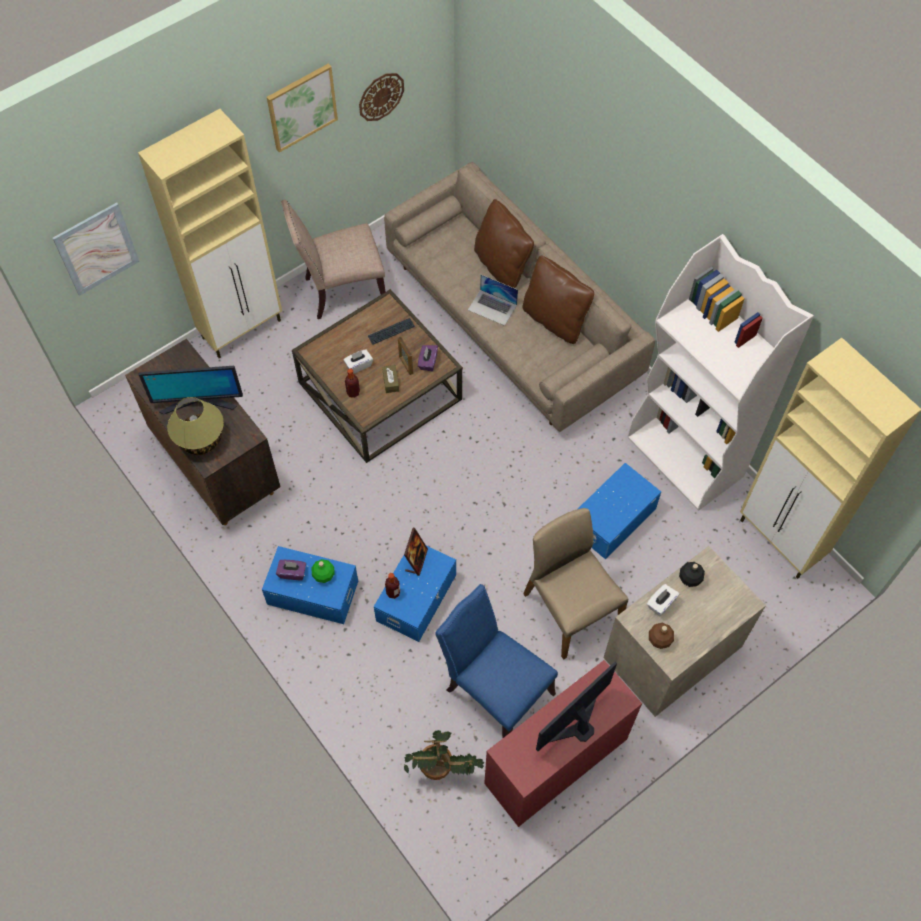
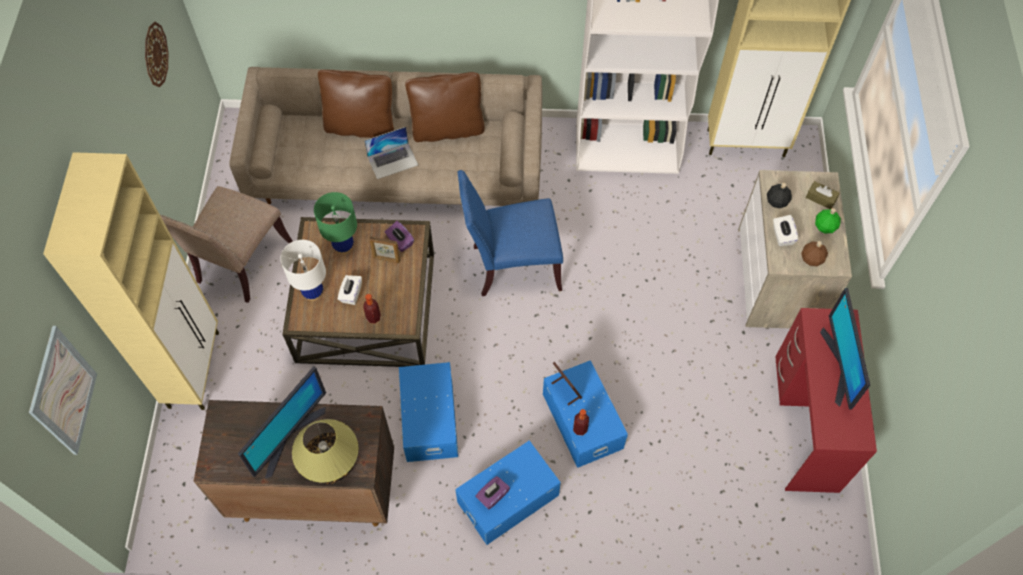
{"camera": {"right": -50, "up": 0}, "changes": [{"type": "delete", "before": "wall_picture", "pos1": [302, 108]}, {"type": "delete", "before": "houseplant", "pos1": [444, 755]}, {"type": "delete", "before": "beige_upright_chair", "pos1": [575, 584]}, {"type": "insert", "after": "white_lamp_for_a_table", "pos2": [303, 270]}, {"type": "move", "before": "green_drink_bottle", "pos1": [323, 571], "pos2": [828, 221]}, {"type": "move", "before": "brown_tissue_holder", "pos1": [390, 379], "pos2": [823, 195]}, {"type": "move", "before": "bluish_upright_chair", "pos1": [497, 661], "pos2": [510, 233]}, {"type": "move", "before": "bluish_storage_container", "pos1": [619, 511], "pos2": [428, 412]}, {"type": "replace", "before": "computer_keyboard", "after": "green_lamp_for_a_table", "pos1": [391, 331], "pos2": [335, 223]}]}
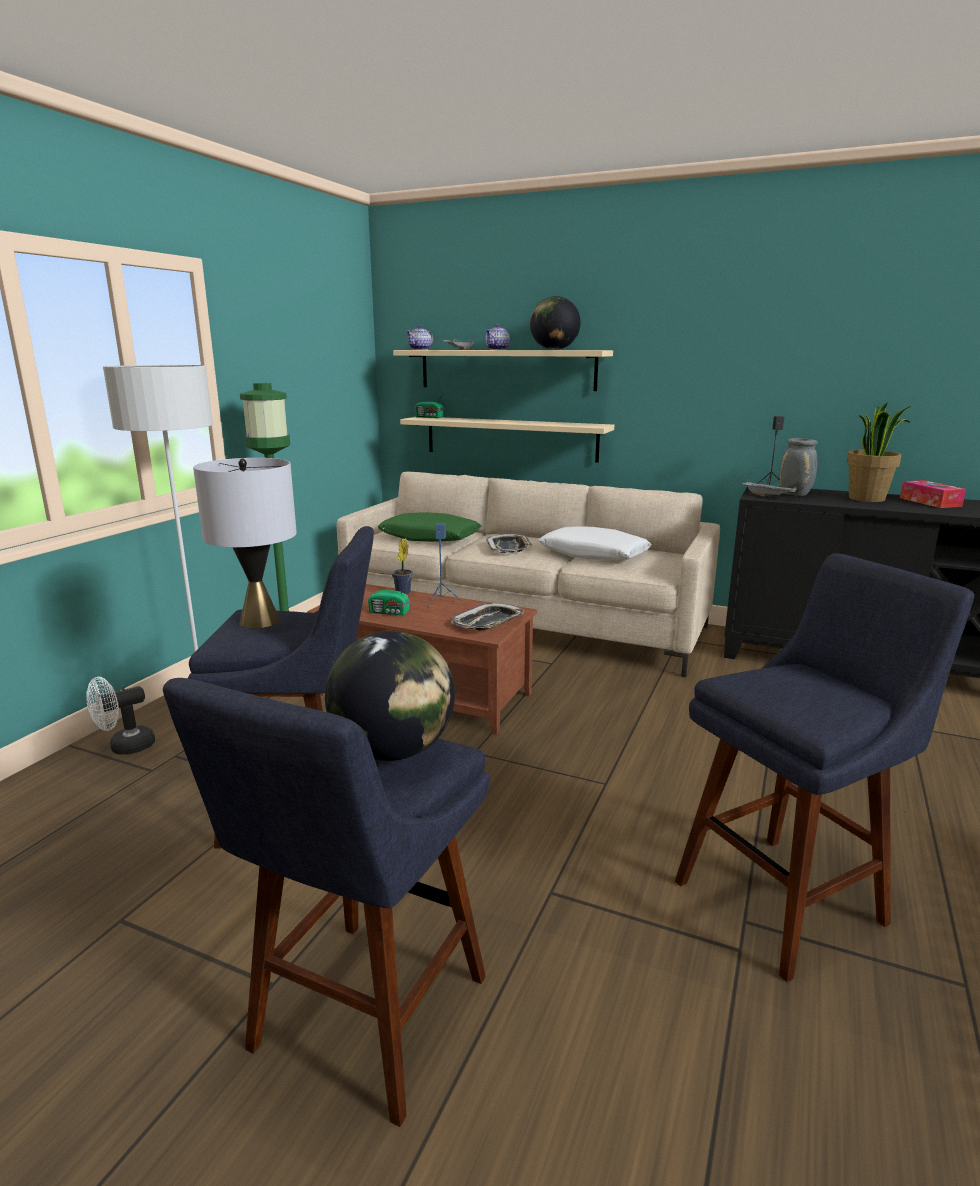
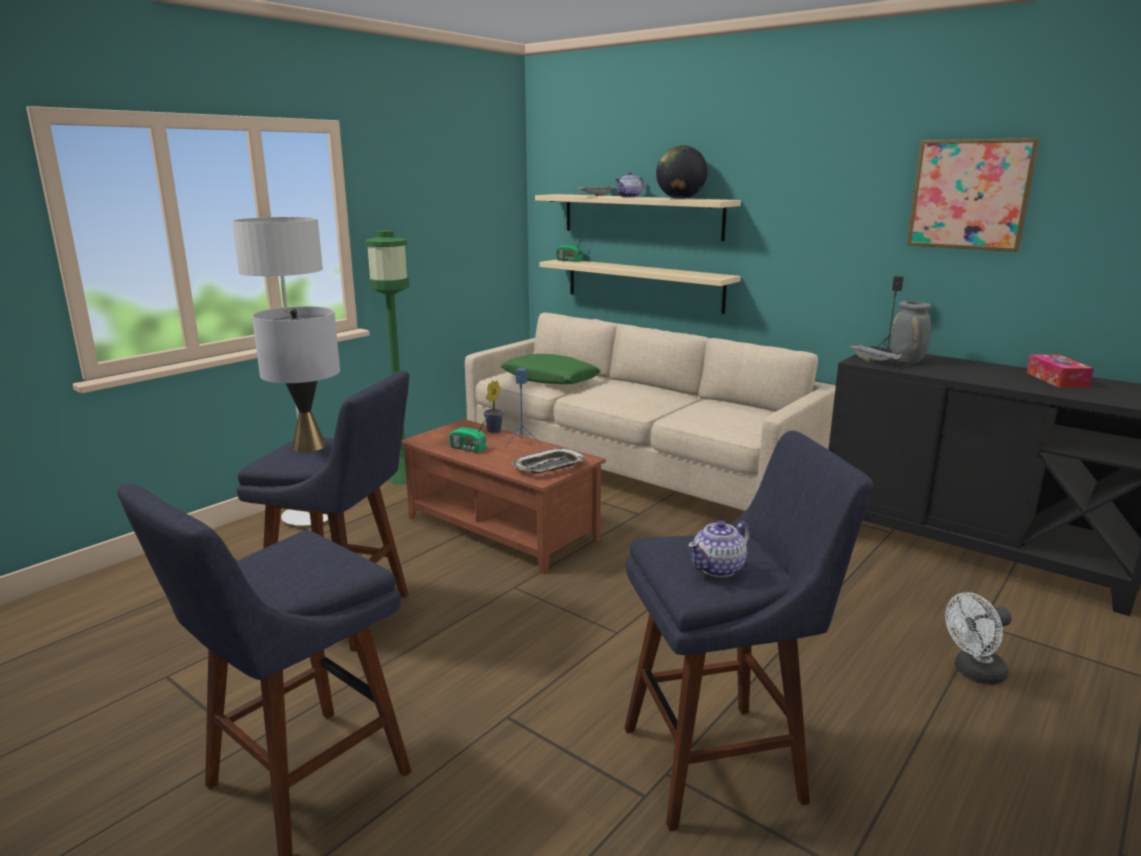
{"camera": {"right": 15, "up": 0}, "changes": [{"type": "delete", "before": "globe", "pos1": [390, 696]}, {"type": "delete", "before": "serving_tray", "pos1": [509, 543]}, {"type": "delete", "before": "white_throw_pillow", "pos1": [595, 543]}, {"type": "delete", "before": "houseplant", "pos1": [879, 452]}, {"type": "insert", "after": "wall_picture", "pos2": [973, 195]}, {"type": "move", "before": "white_fan", "pos1": [120, 716], "pos2": [978, 638]}, {"type": "move", "before": "tea_pot", "pos1": [419, 337], "pos2": [719, 549]}]}
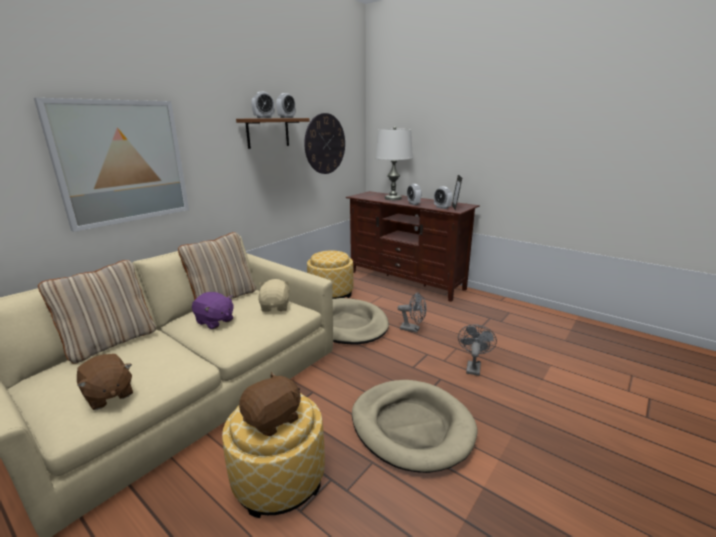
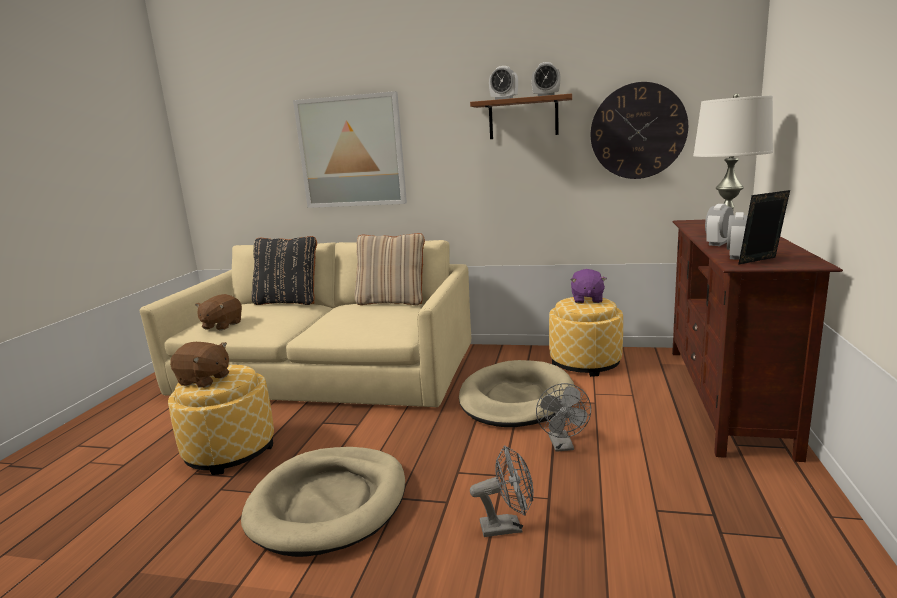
{"camera": {"right": 65, "up": -5}, "changes": [{"type": "delete", "before": "beige_cuddly_toy", "pos1": [274, 295]}, {"type": "move", "before": "purple-coloured_cuddly_toy", "pos1": [213, 310], "pos2": [589, 286]}, {"type": "recolor", "before": "beige_throw_pillow", "after": "blackish_throw_pillow", "pos1": [97, 312], "pos2": [284, 270]}]}
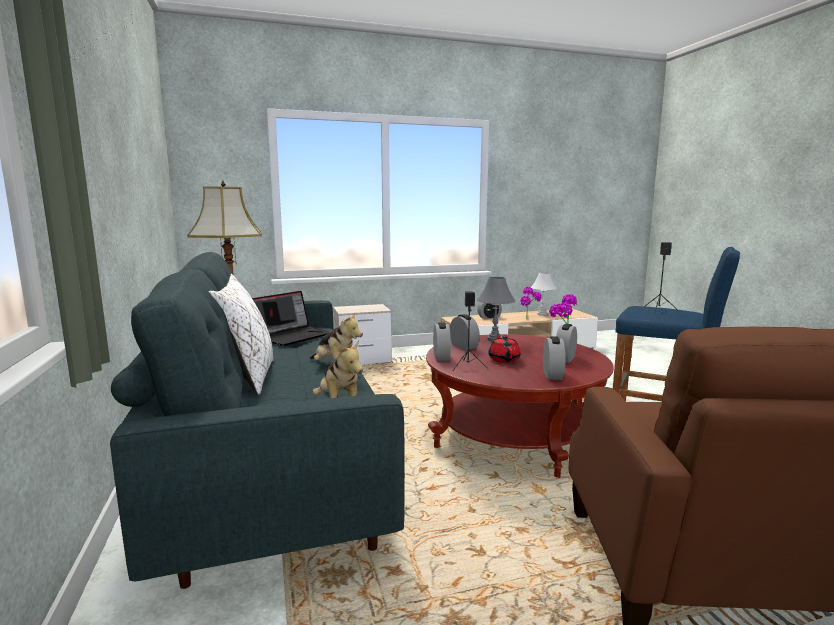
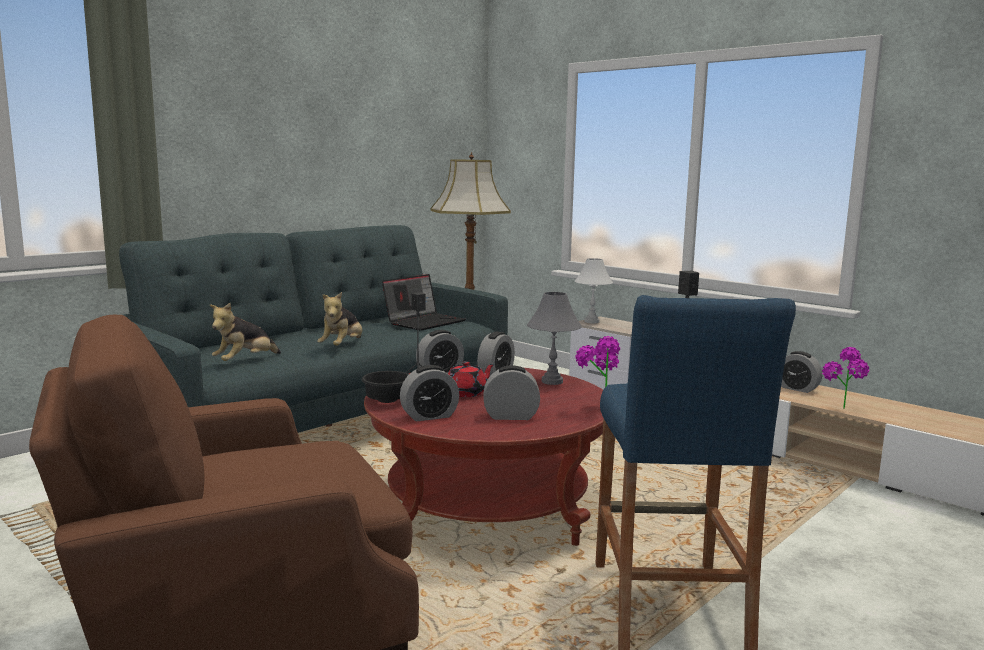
{"camera": {"right": 60, "up": 0}, "changes": [{"type": "delete", "before": "white_throw_pillow", "pos1": [241, 334]}, {"type": "insert", "after": "blackish_deep_dish", "pos2": [385, 387]}, {"type": "move", "before": "white_lamp_for_a_table", "pos1": [544, 294], "pos2": [594, 290]}, {"type": "rotate", "before": "portable_computer", "pos1": [291, 318], "pos2": [424, 302], "turn": -60}]}
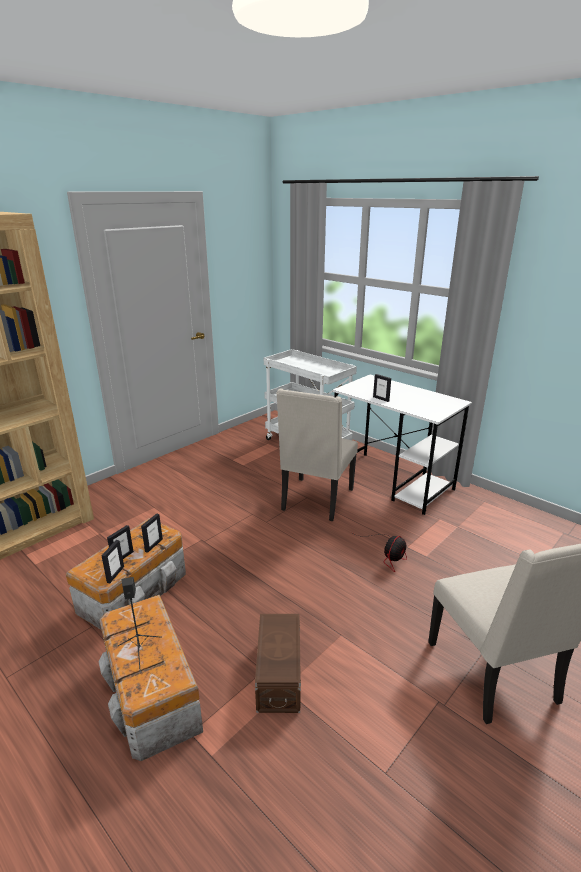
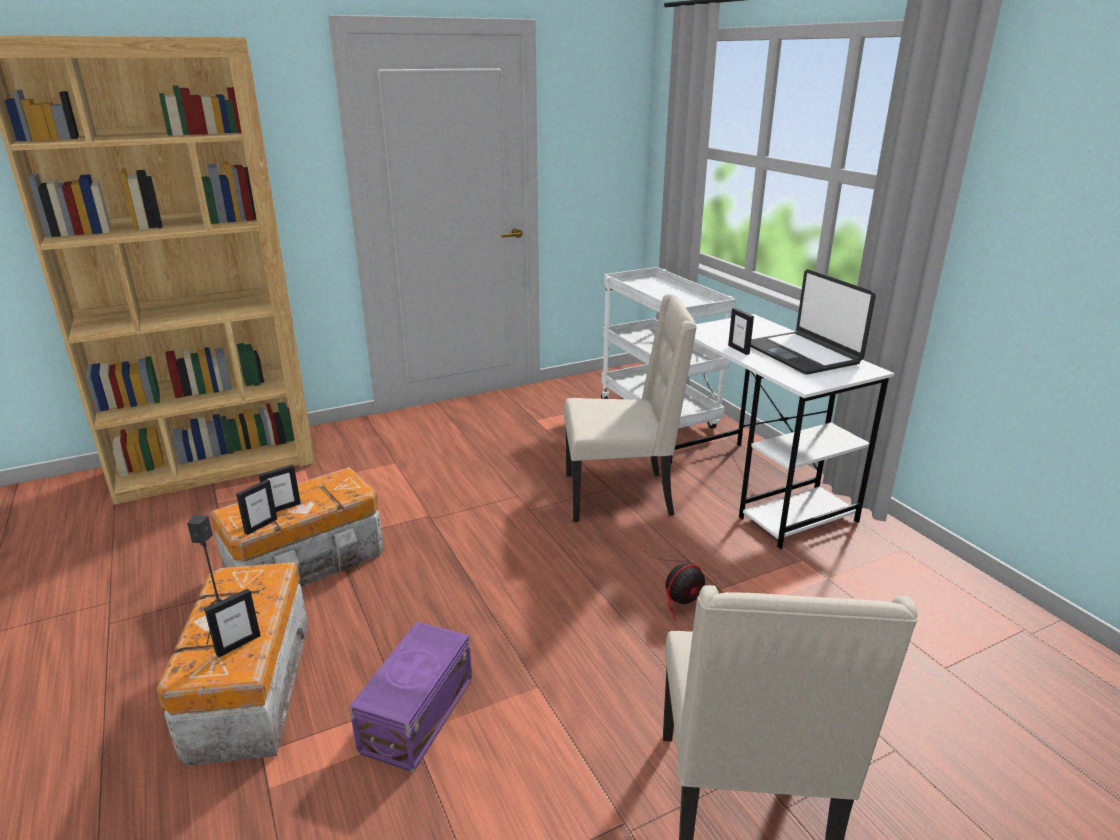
{"camera": {"right": 20, "up": 0}, "changes": [{"type": "insert", "after": "portable_computer", "pos2": [813, 321]}, {"type": "move", "before": "picture_frame", "pos1": [152, 533], "pos2": [232, 623]}, {"type": "recolor", "before": "brown_storage_container", "after": "purple-coloured_storage_container", "pos1": [278, 663], "pos2": [410, 697]}, {"type": "rotate", "before": "beige_upright_chair", "pos1": [317, 455], "pos2": [630, 408], "turn": -135}]}
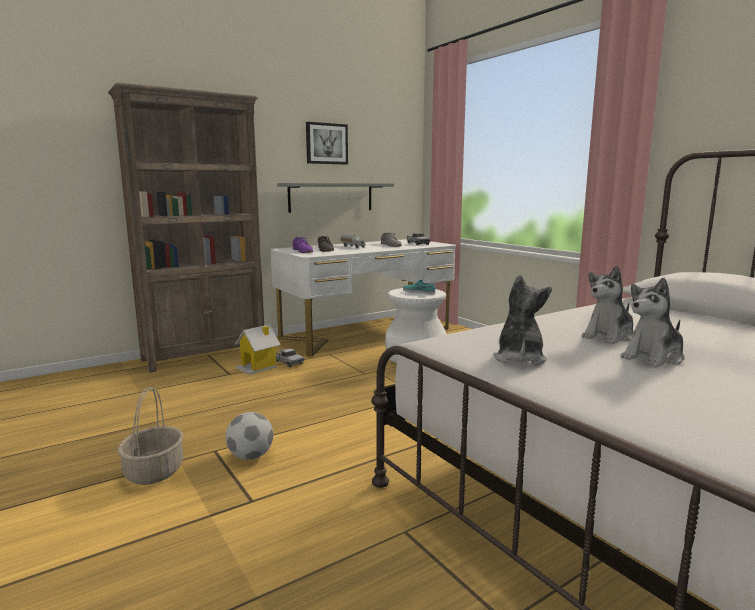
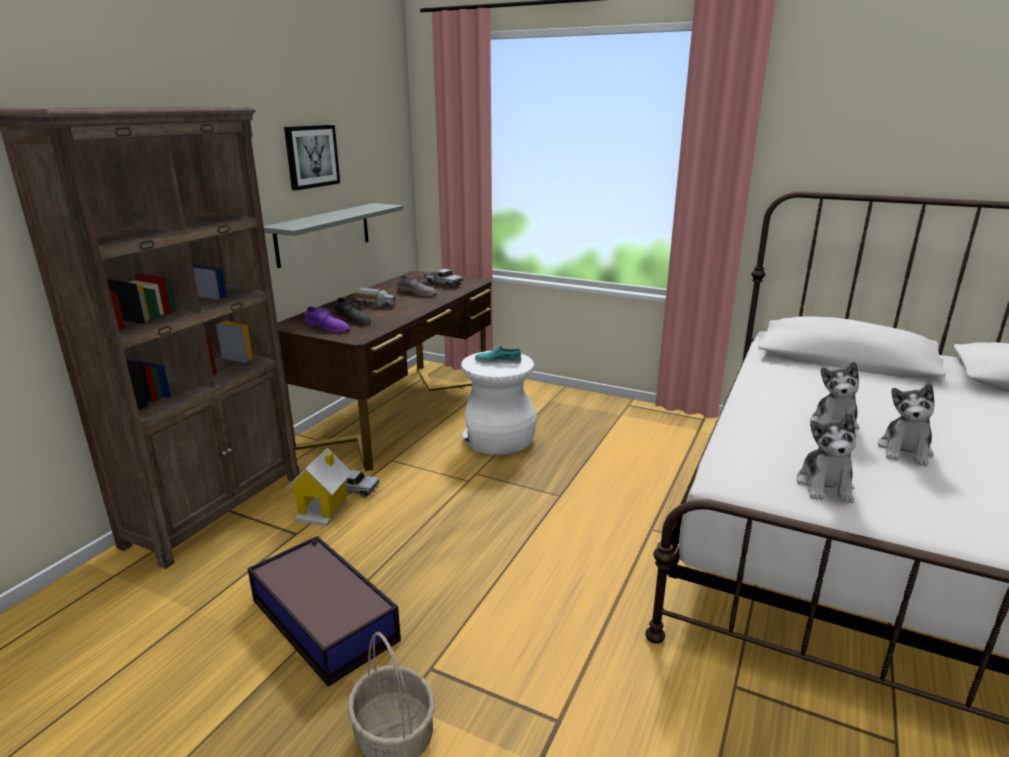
{"camera": {"right": -30, "up": 10}, "changes": [{"type": "delete", "before": "football", "pos1": [249, 436]}, {"type": "insert", "after": "storage_container", "pos2": [324, 611]}, {"type": "recolor", "before": "white_desk_unit", "after": "brown_desk_unit", "pos1": [363, 297], "pos2": [384, 371]}, {"type": "rotate", "before": "cuddly_toy", "pos1": [522, 320], "pos2": [826, 458], "turn": -150}]}
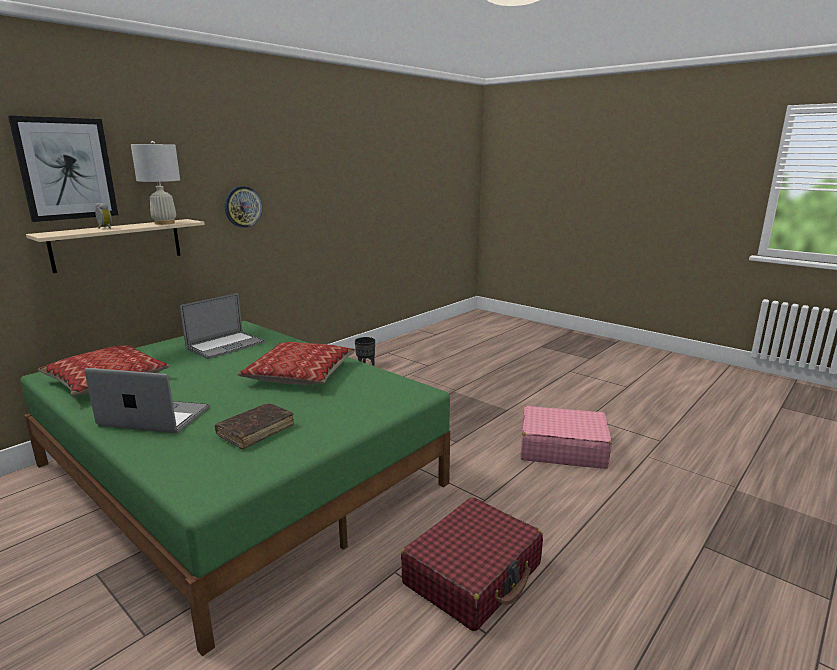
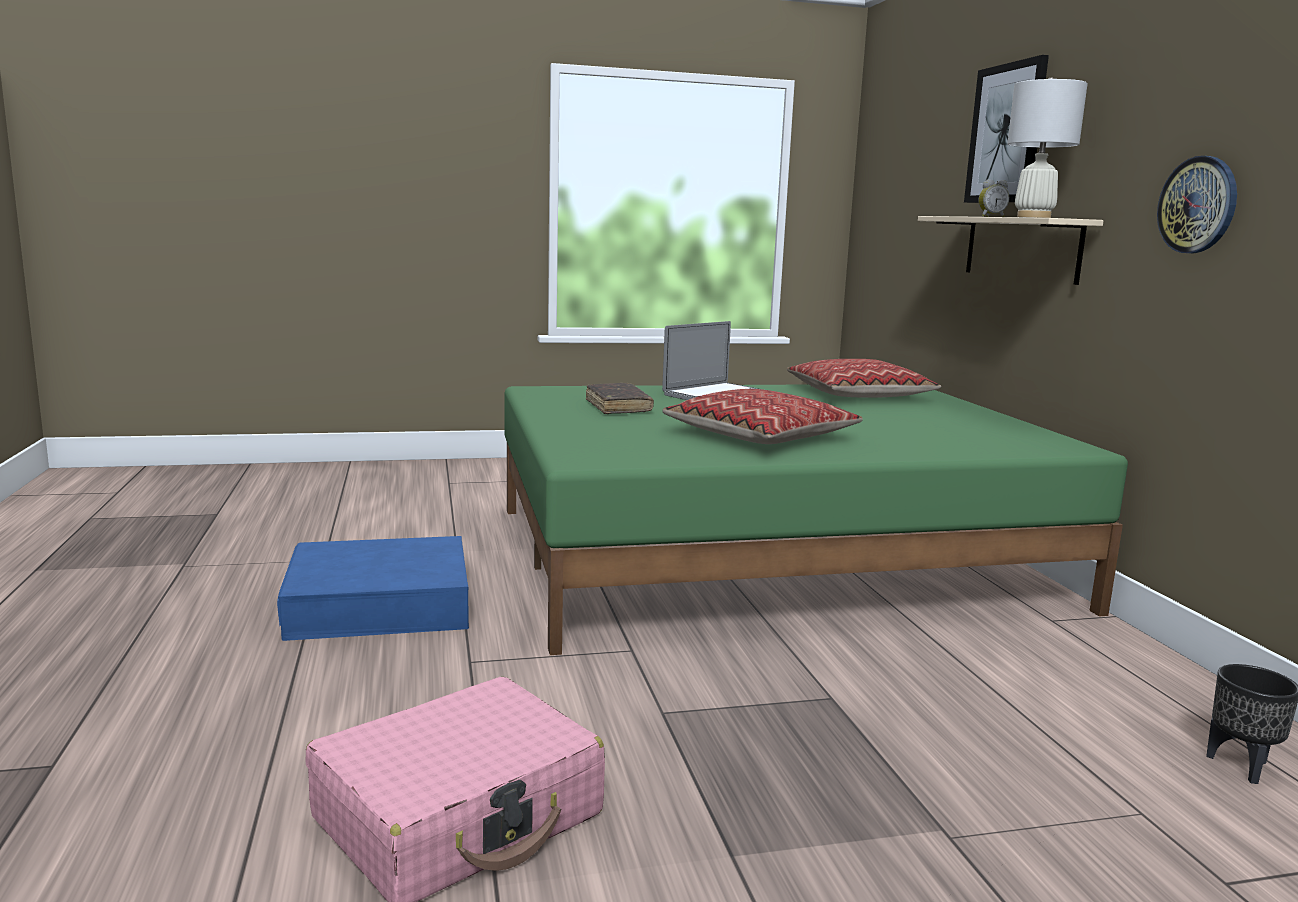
{"camera": {"right": 125, "up": -5}, "changes": [{"type": "delete", "before": "portable_computer", "pos1": [222, 326]}, {"type": "replace", "before": "red_suitcase", "after": "bluish_storage_container", "pos1": [472, 564], "pos2": [373, 588]}]}
